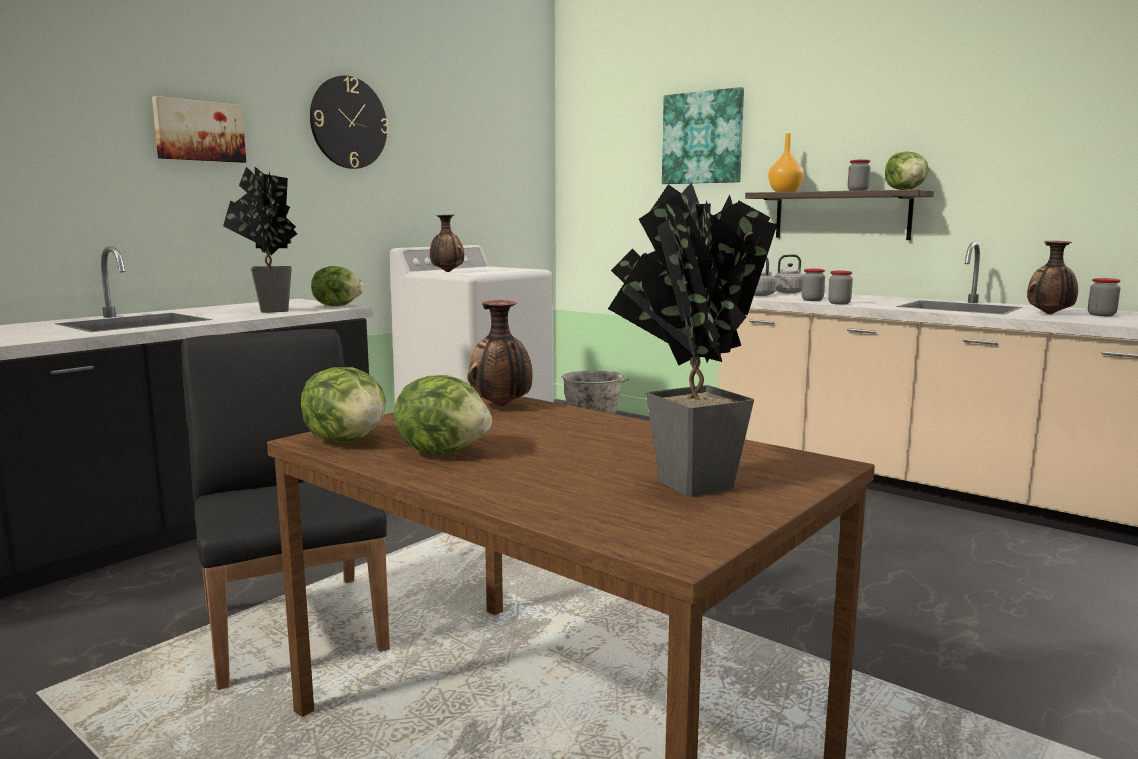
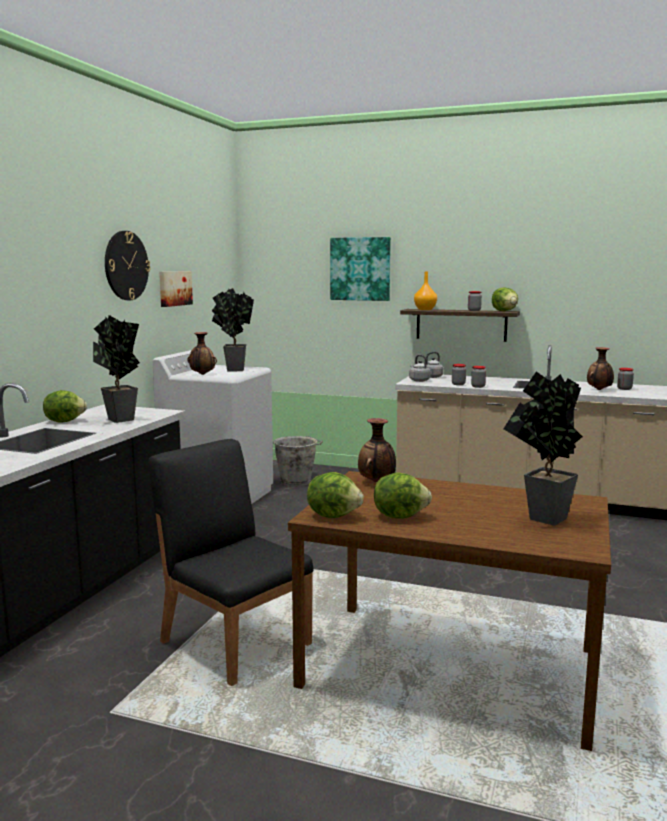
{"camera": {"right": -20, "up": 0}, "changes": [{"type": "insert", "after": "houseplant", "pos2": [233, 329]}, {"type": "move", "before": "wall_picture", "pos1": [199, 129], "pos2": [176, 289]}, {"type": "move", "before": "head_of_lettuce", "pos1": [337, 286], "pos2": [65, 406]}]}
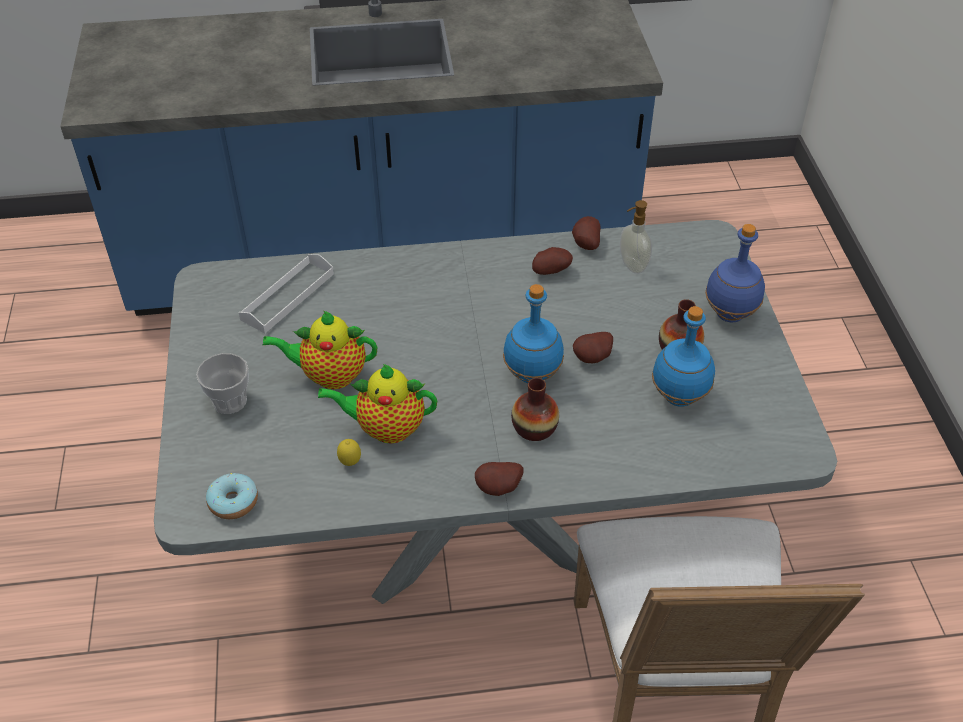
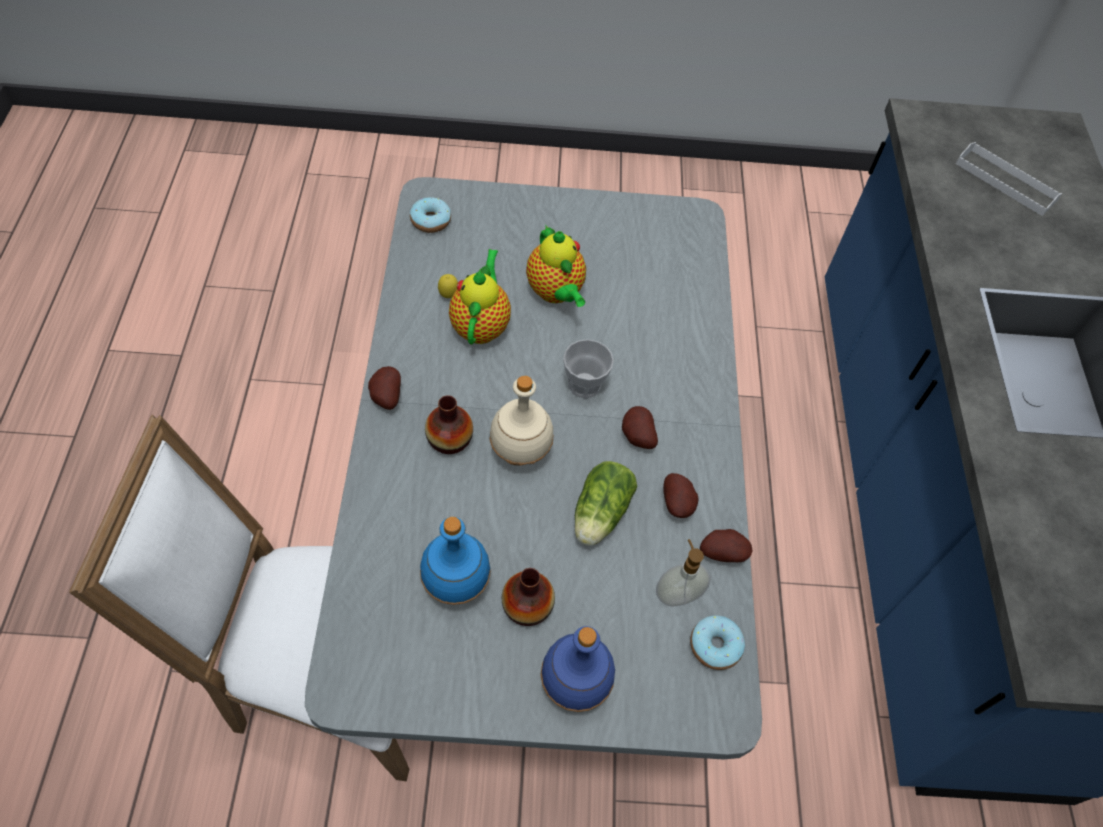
{"camera": {"right": 95, "up": 10}, "changes": [{"type": "insert", "after": "head_of_lettuce", "pos2": [606, 503]}, {"type": "insert", "after": "ring_doughnut", "pos2": [717, 642]}, {"type": "move", "before": "drinking_cup", "pos1": [222, 383], "pos2": [588, 368]}, {"type": "move", "before": "white_serving_tray", "pos1": [286, 293], "pos2": [1009, 179]}, {"type": "move", "before": "whole_potato", "pos1": [593, 347], "pos2": [640, 427]}, {"type": "recolor", "before": "bluish_drink_bottle", "after": "beige_drink_bottle", "pos1": [533, 334], "pos2": [521, 421]}, {"type": "rotate", "before": "tea_pot", "pos1": [320, 349], "pos2": [556, 266], "turn": 150}]}
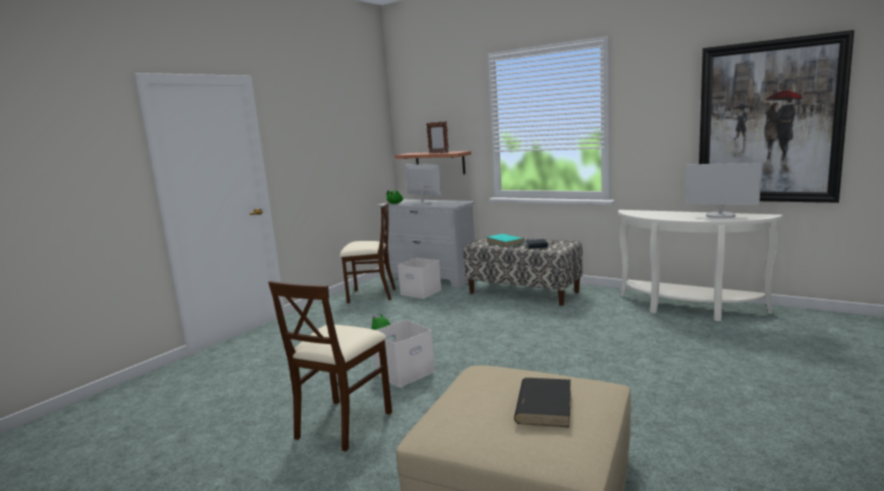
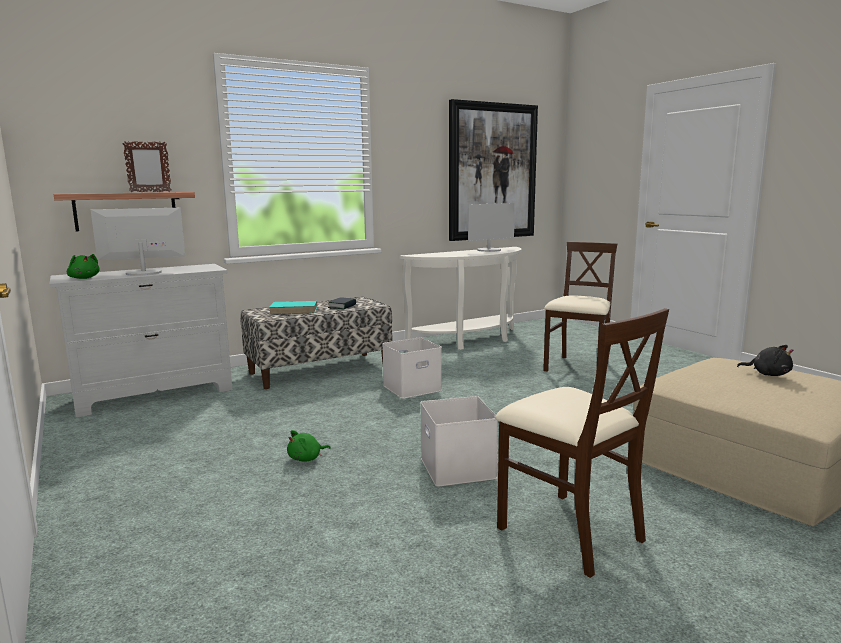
{"camera": {"right": -65, "up": 0}, "changes": [{"type": "move", "before": "beige_upright_chair", "pos1": [368, 252], "pos2": [580, 307]}, {"type": "move", "before": "white_storage_container", "pos1": [420, 278], "pos2": [412, 368]}, {"type": "replace", "before": "blackish_bound_book", "after": "blackish_cuddly_toy", "pos1": [542, 402], "pos2": [765, 360]}]}
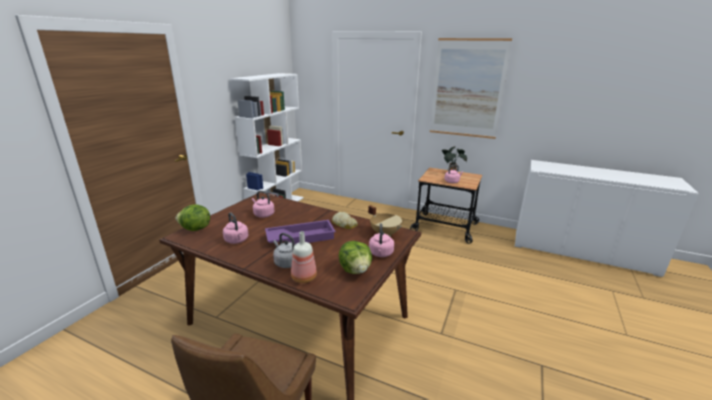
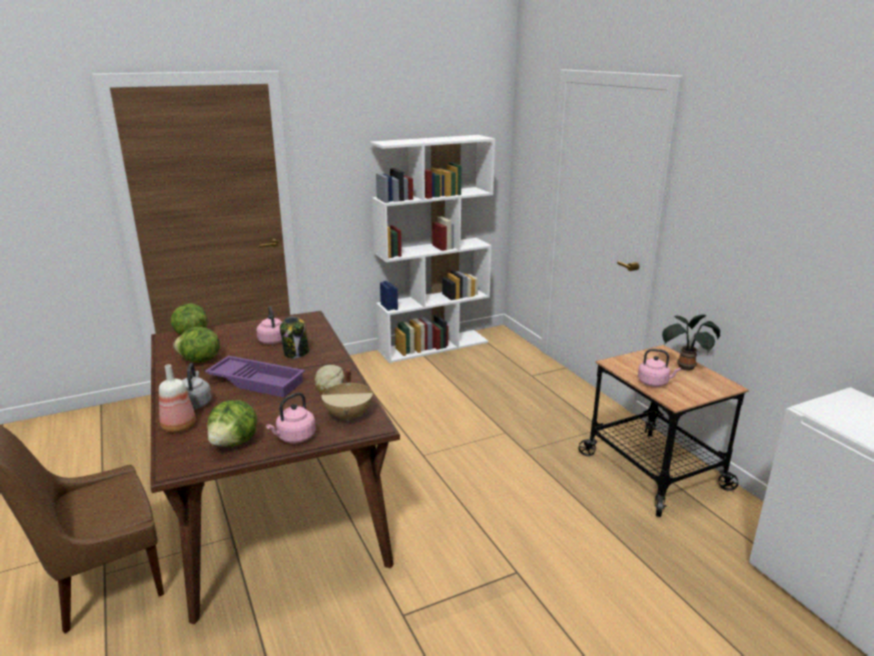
{"camera": {"right": 40, "up": 0}, "changes": [{"type": "delete", "before": "wall_picture", "pos1": [471, 88]}, {"type": "insert", "after": "jar", "pos2": [294, 337]}, {"type": "replace", "before": "pink-coloured_kettle", "after": "head_of_lettuce", "pos1": [236, 228], "pos2": [196, 345]}]}
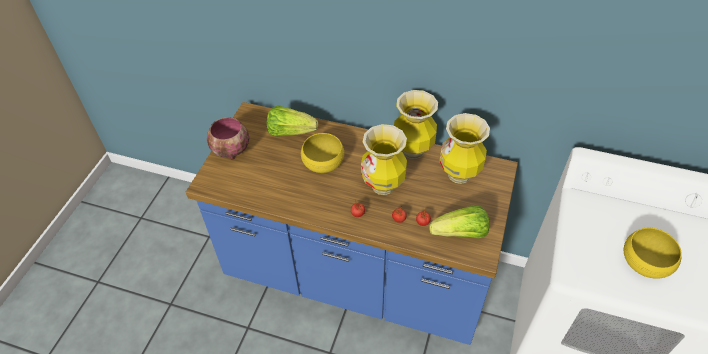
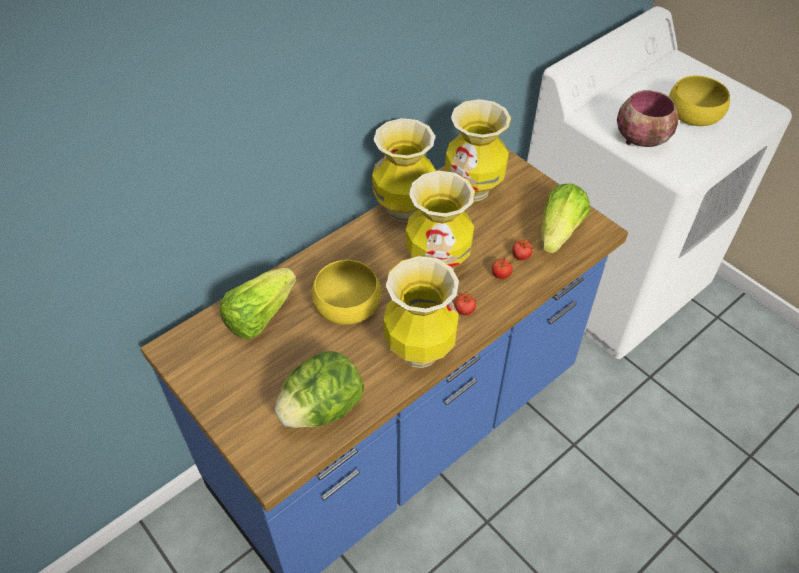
{"camera": {"right": -60, "up": 0}, "changes": [{"type": "insert", "after": "head_of_lettuce", "pos2": [319, 389]}, {"type": "insert", "after": "flower_vase", "pos2": [421, 312]}, {"type": "move", "before": "deep_dish", "pos1": [228, 138], "pos2": [647, 118]}]}
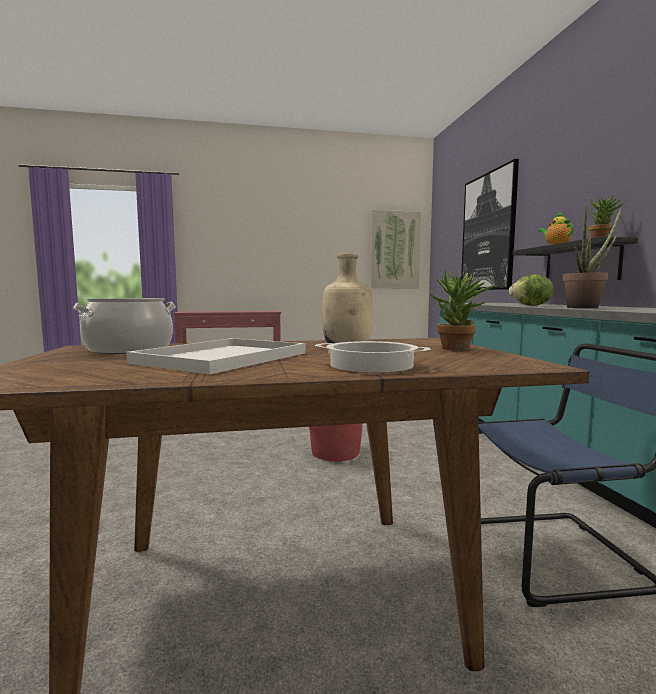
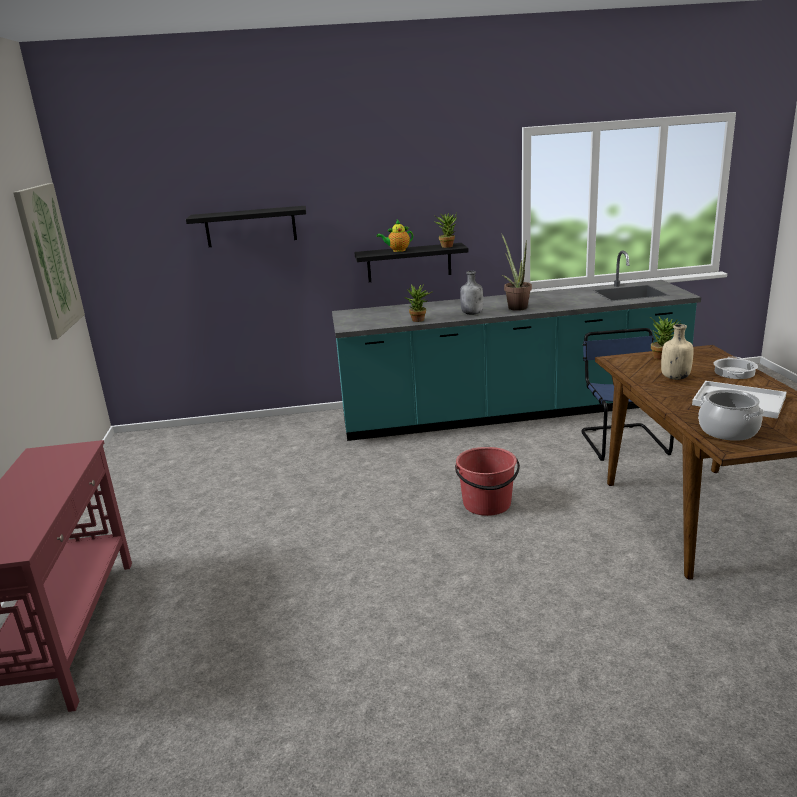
{"camera": {"right": -85, "up": 15}, "changes": [{"type": "insert", "after": "houseplant", "pos2": [418, 303]}, {"type": "replace", "before": "wall_picture", "after": "blackish_shelf", "pos1": [490, 224], "pos2": [246, 226]}, {"type": "replace", "before": "head_of_lettuce", "after": "greyish_drink_bottle", "pos1": [531, 290], "pos2": [471, 293]}]}
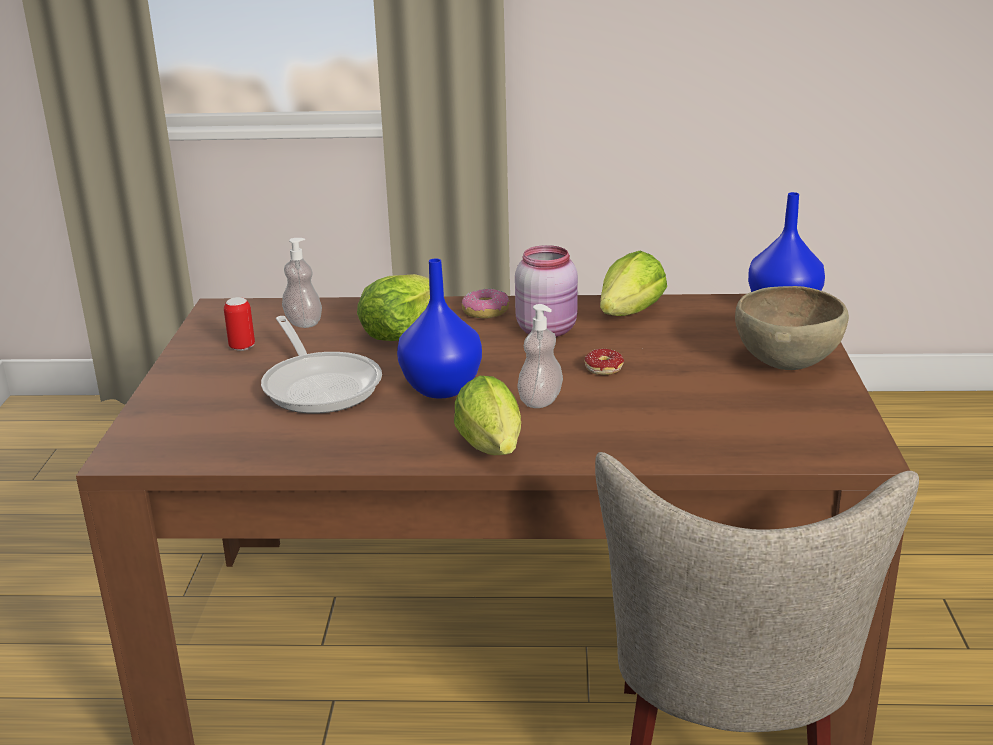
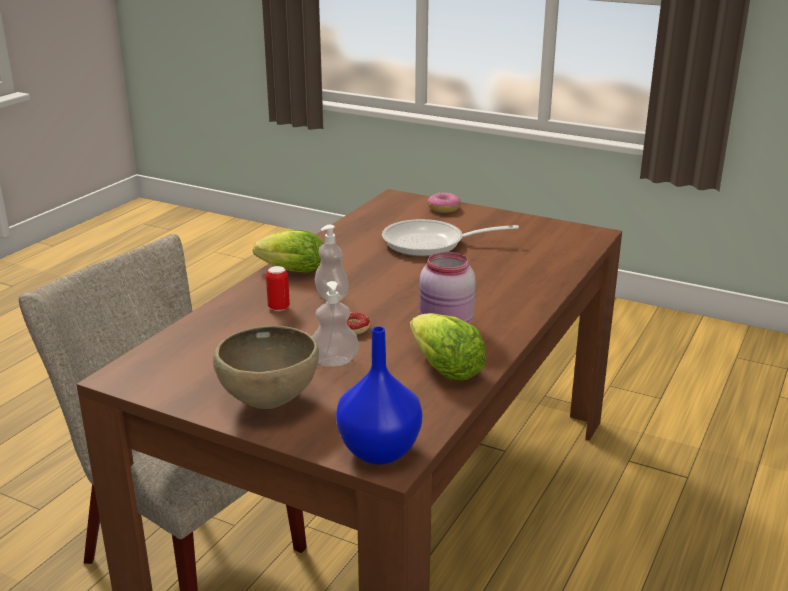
{"camera": {"right": 115, "up": 0}, "changes": [{"type": "delete", "before": "head_of_lettuce", "pos1": [393, 307]}, {"type": "delete", "before": "bluish_flower_vase", "pos1": [439, 329]}, {"type": "move", "before": "can", "pos1": [239, 324], "pos2": [278, 288]}, {"type": "move", "before": "liquid_soap_bottle", "pos1": [302, 283], "pos2": [335, 324]}, {"type": "move", "before": "ring_doughnut", "pos1": [485, 304], "pos2": [444, 202]}]}
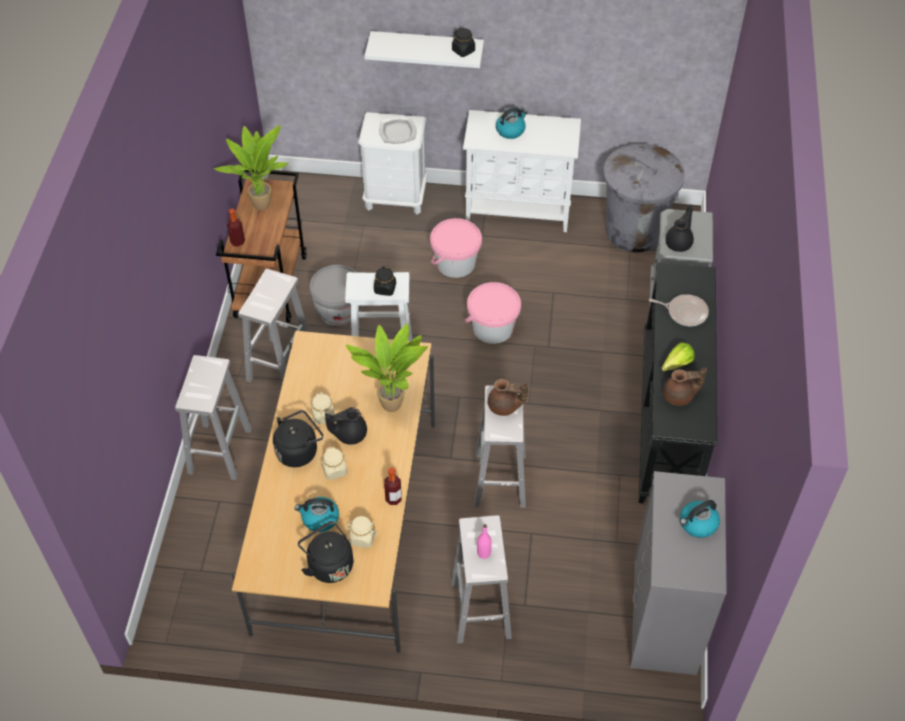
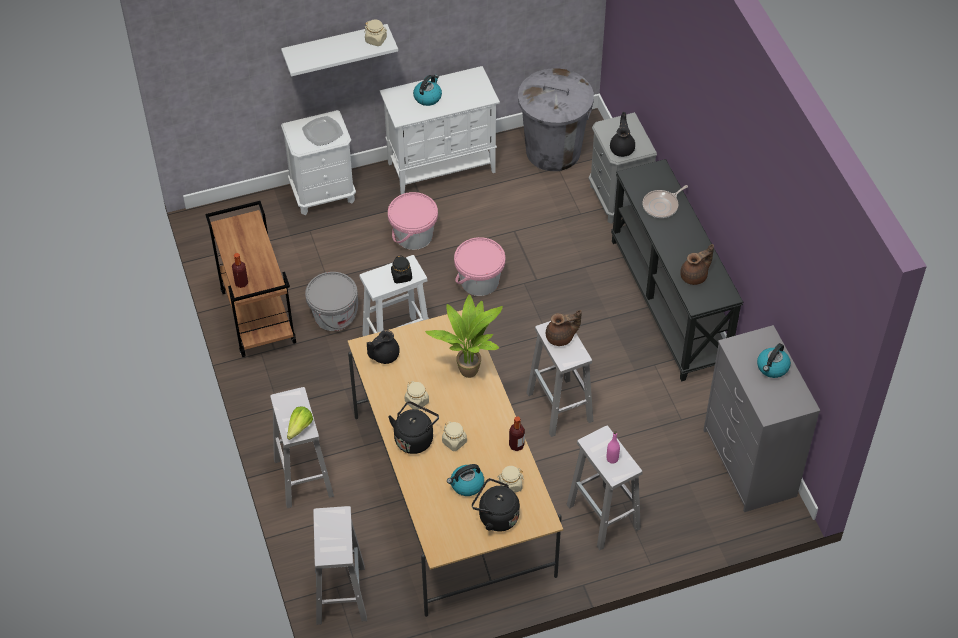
{"camera": {"right": -25, "up": 0}, "changes": [{"type": "delete", "before": "houseplant", "pos1": [251, 167]}, {"type": "move", "before": "white_stool", "pos1": [273, 326], "pos2": [340, 565]}, {"type": "move", "before": "blackish_tea_pot", "pos1": [346, 426], "pos2": [383, 347]}, {"type": "move", "before": "head_of_lettuce", "pos1": [678, 356], "pos2": [300, 423]}, {"type": "recolor", "before": "blackish_jar", "after": "beige_jar", "pos1": [463, 42], "pos2": [375, 33]}, {"type": "rotate", "before": "skillet", "pos1": [679, 310], "pos2": [665, 201], "turn": 150}]}
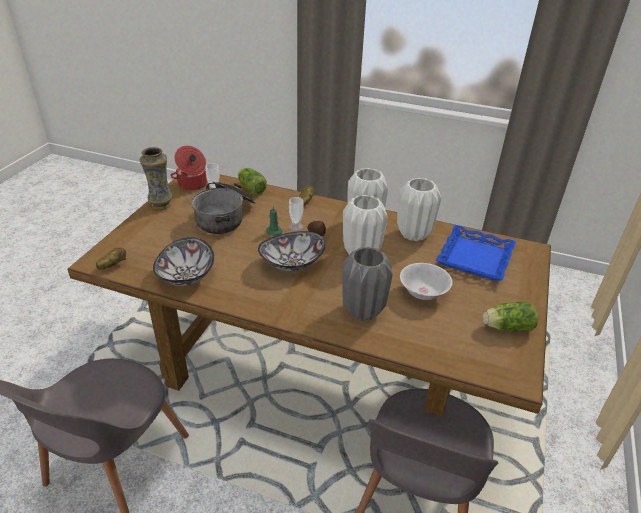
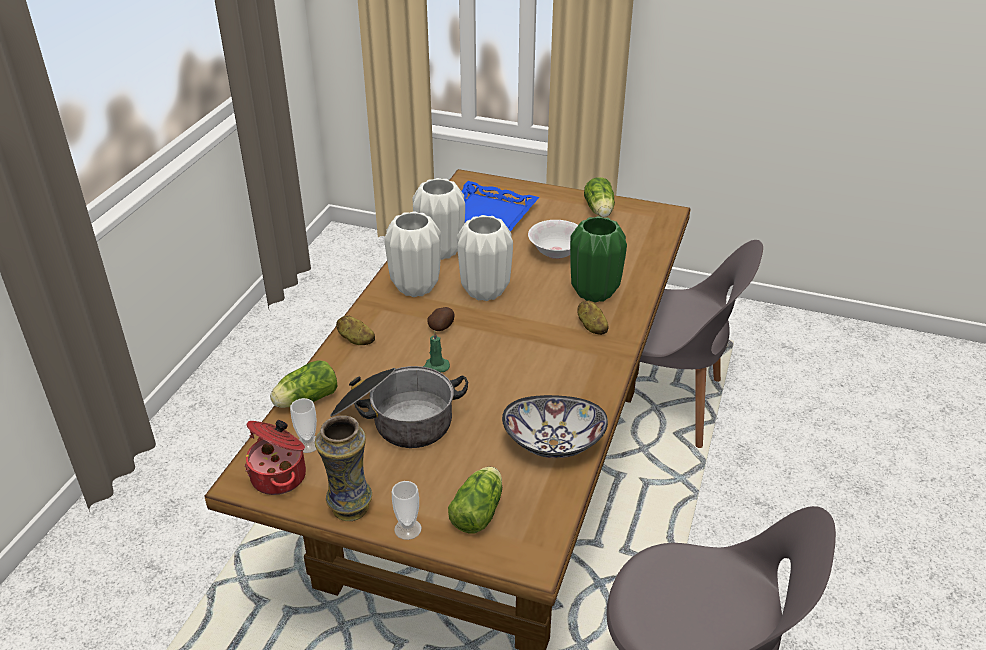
{"camera": {"right": -90, "up": 0}, "changes": [{"type": "delete", "before": "deep_dish", "pos1": [291, 251]}, {"type": "insert", "after": "head_of_lettuce", "pos2": [475, 500]}, {"type": "move", "before": "whole_potato", "pos1": [111, 258], "pos2": [593, 317]}, {"type": "move", "before": "drinking_cup", "pos1": [296, 214], "pos2": [407, 510]}, {"type": "recolor", "before": "greyish_flower_vase", "after": "green_flower_vase", "pos1": [367, 284], "pos2": [598, 259]}]}
